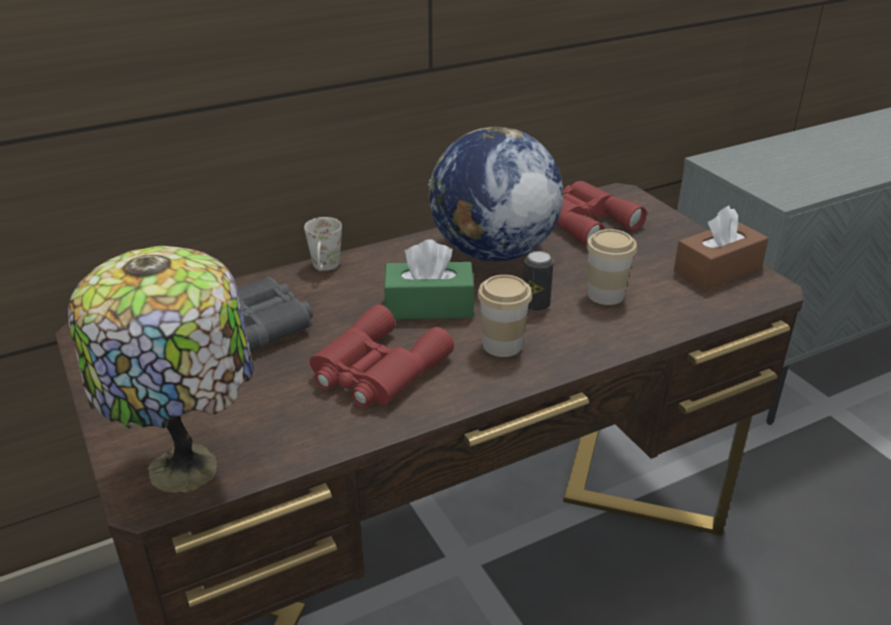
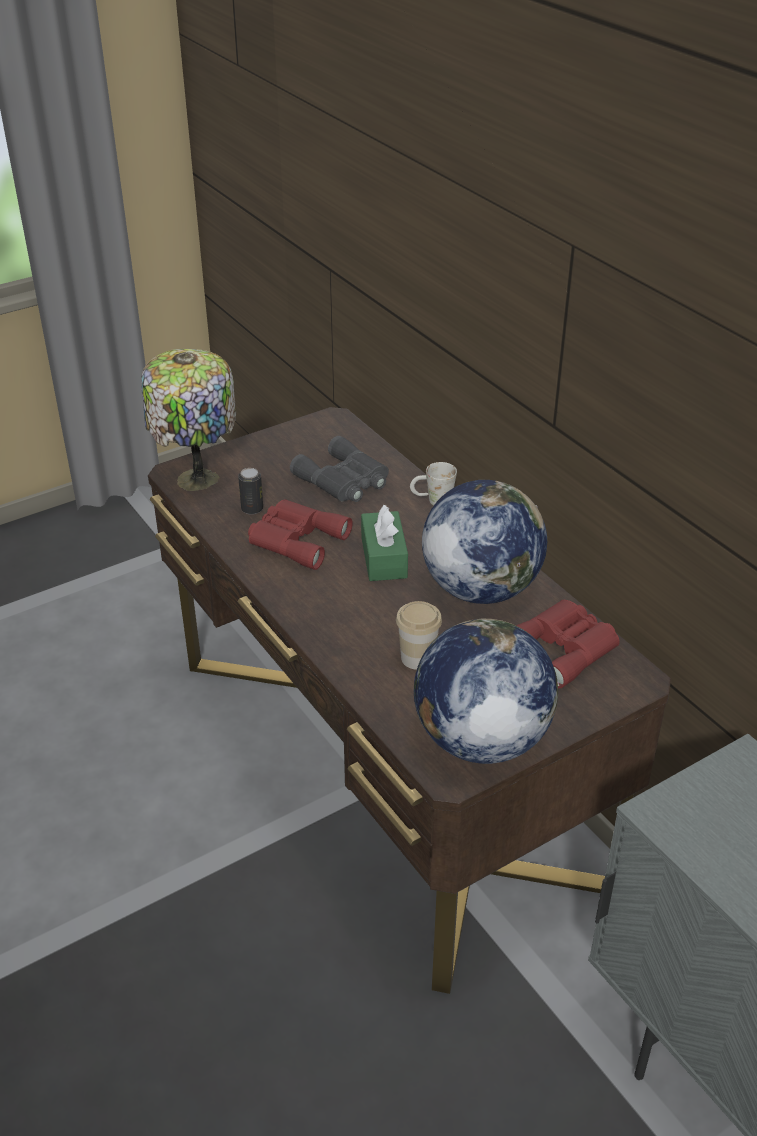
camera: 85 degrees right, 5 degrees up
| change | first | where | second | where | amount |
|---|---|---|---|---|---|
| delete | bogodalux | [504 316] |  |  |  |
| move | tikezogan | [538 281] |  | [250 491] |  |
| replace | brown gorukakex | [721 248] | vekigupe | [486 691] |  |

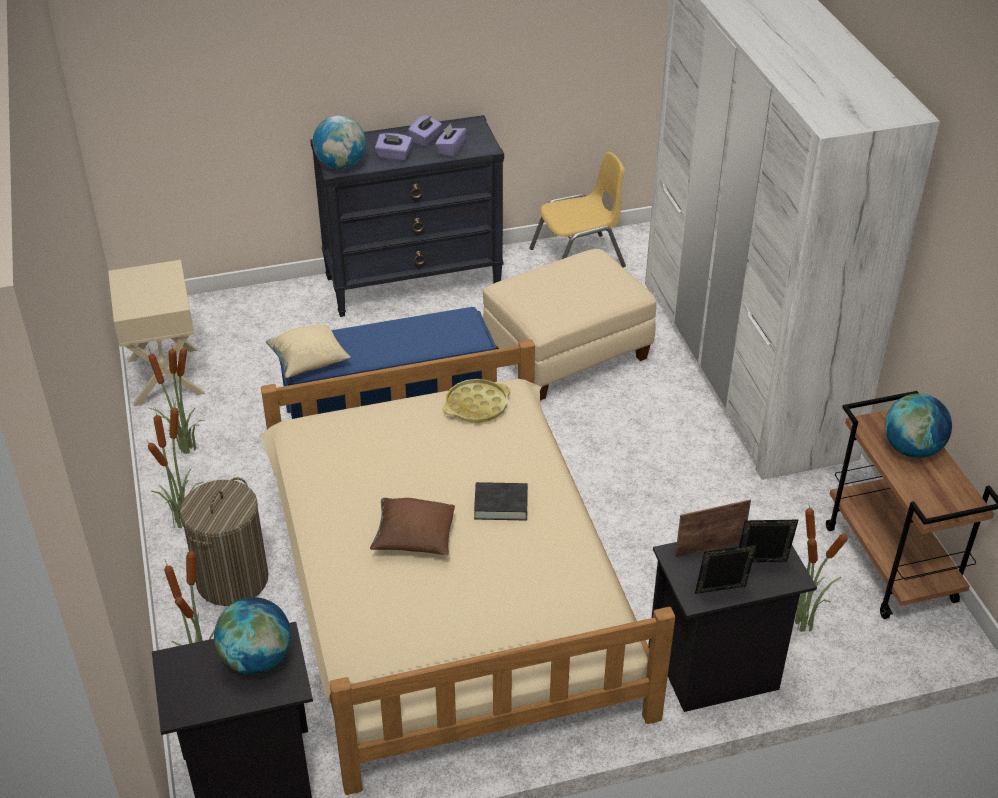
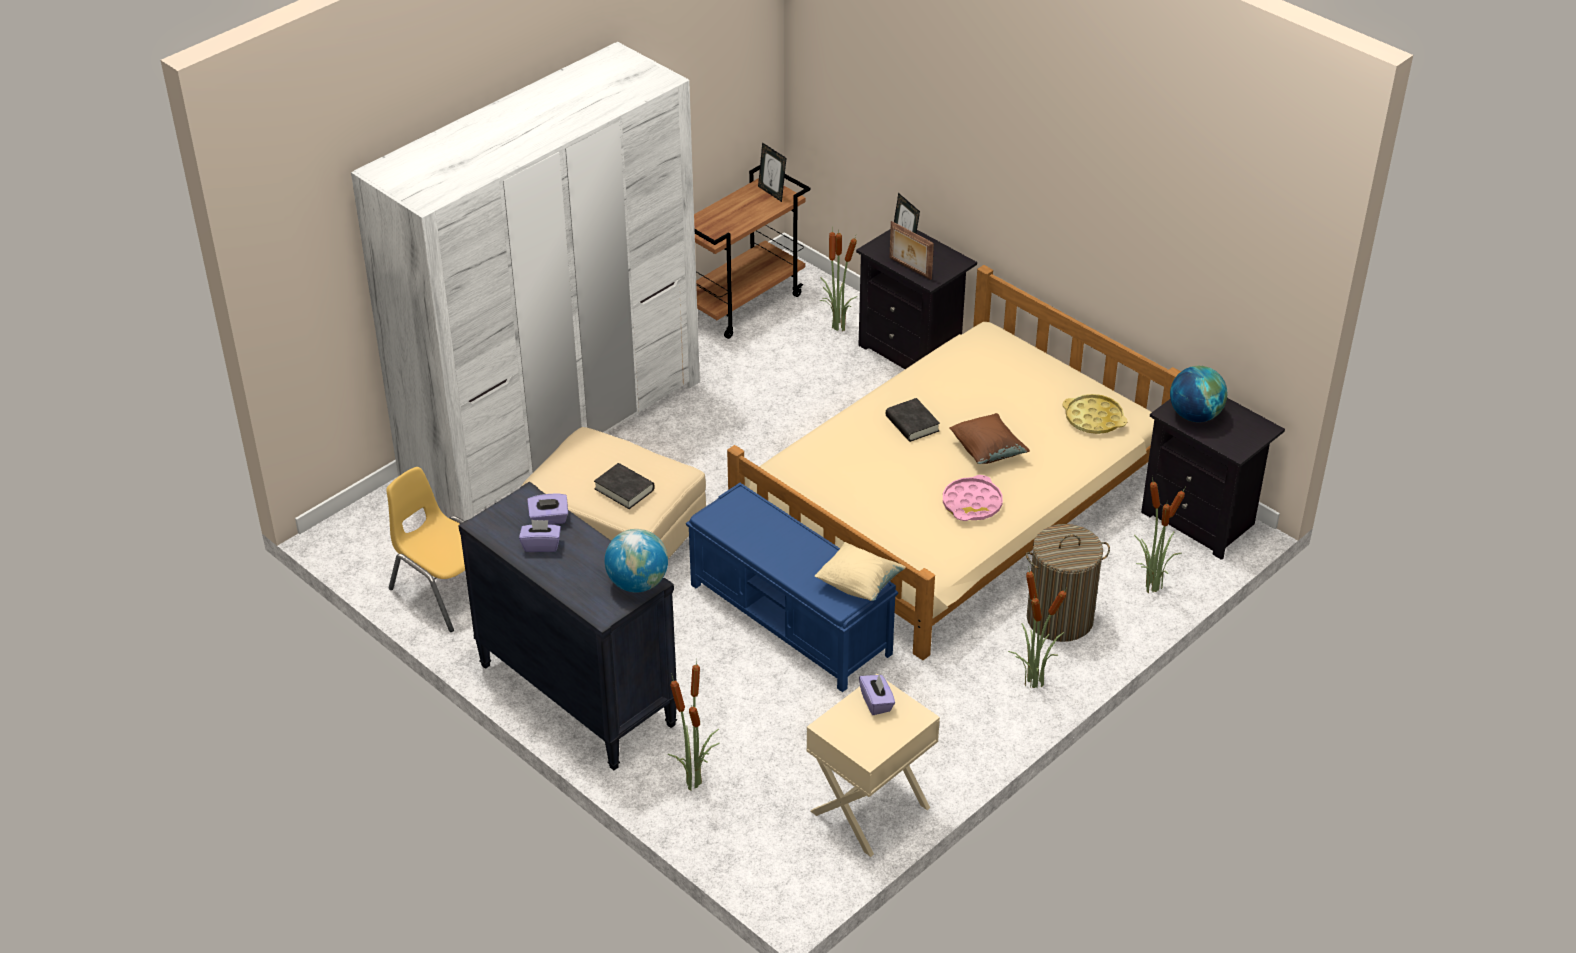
camera: 120 degrees left, 0 degrees up
| change | first | where | second | where | amount |
|---|---|---|---|---|---|
| move | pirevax | [176 398] |  | [694 725] |  |
| move | purple gorukakex | [393 147] |  | [877 694] |  |
| move | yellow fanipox | [476 401] |  | [1094 414] |  |
| move | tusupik | [726 569] |  | [772 172] |  |
| delete | vekigupe | [918 425] |  |  |  |
| insert |  |  | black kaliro | [624 486] |  |
| insert |  |  | pink fanipox | [973 498] |  |

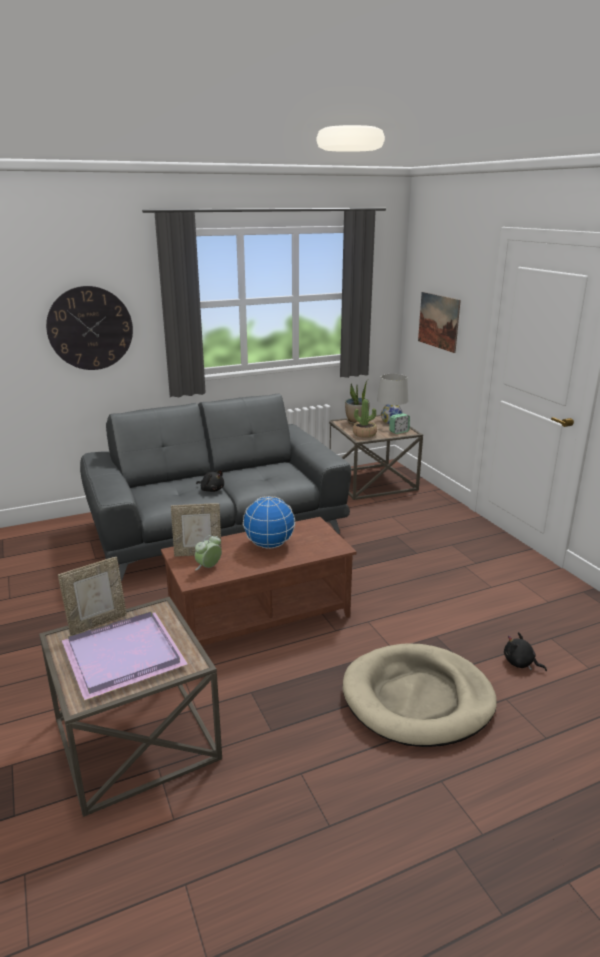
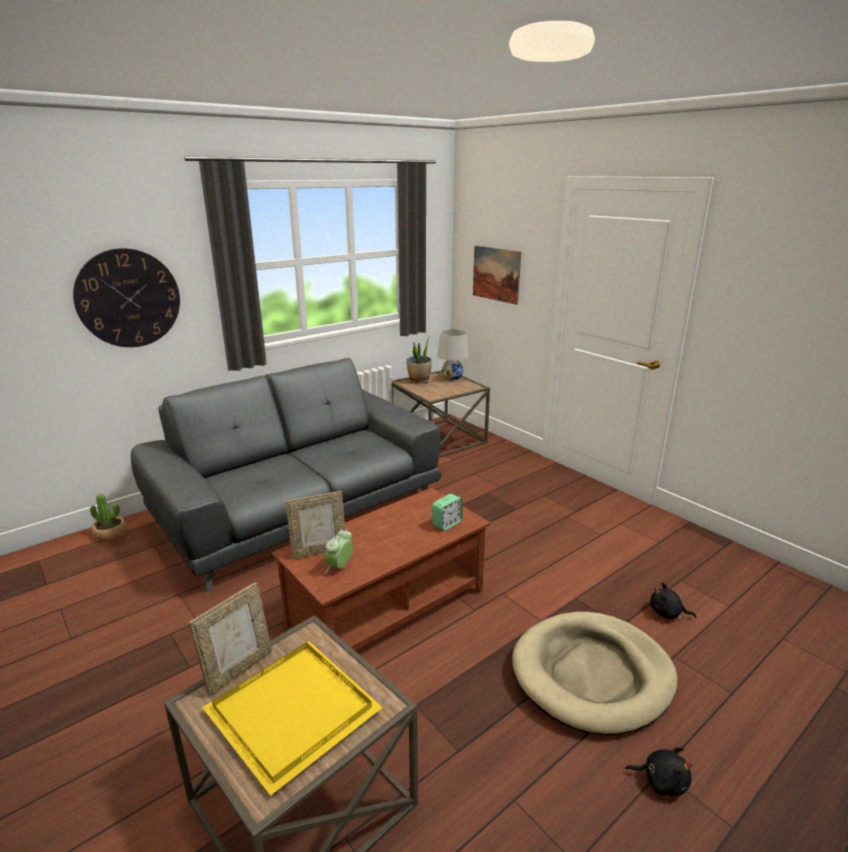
camera: 15 degrees left, 0 degrees up
| change | first | where | second | where | amount |
|---|---|---|---|---|---|
| recolor | purple fanipox | [125 656] | yellow fanipox | [292 718] |  |
| move | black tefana | [210 481] |  | [659 771] |  |
| delete | vekigupe | [269 522] |  |  |  |
| move | pirevax | [365 418] |  | [108 517] |  |
| move | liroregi | [399 423] |  | [447 512] |  |

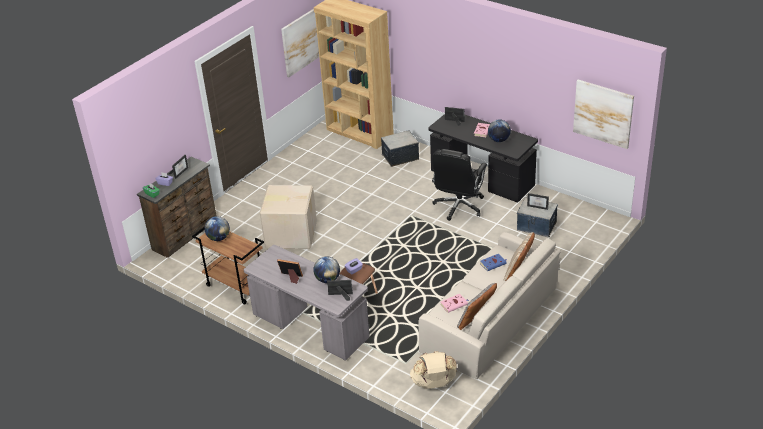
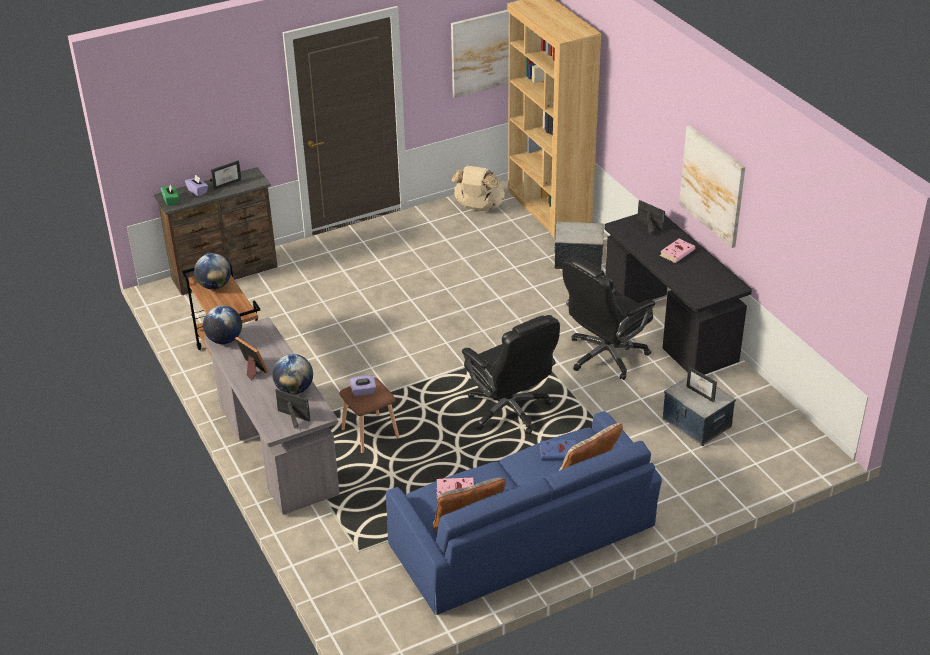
camera: 25 degrees right, 0 degrees up
| change | first | where | second | where | amount |
|---|---|---|---|---|---|
| delete | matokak | [288 217] |  |  |  |
| move | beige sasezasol | [433 370] |  | [478 188] |  |
| recolor | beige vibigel | [490 305] | blue vibigel | [524 513] |  |
| move | vekigupe | [499 130] |  | [222 324] |  |
| move | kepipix | [603 114] |  | [712 187] |  |
| insert |  |  | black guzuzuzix | [511 375] |  |

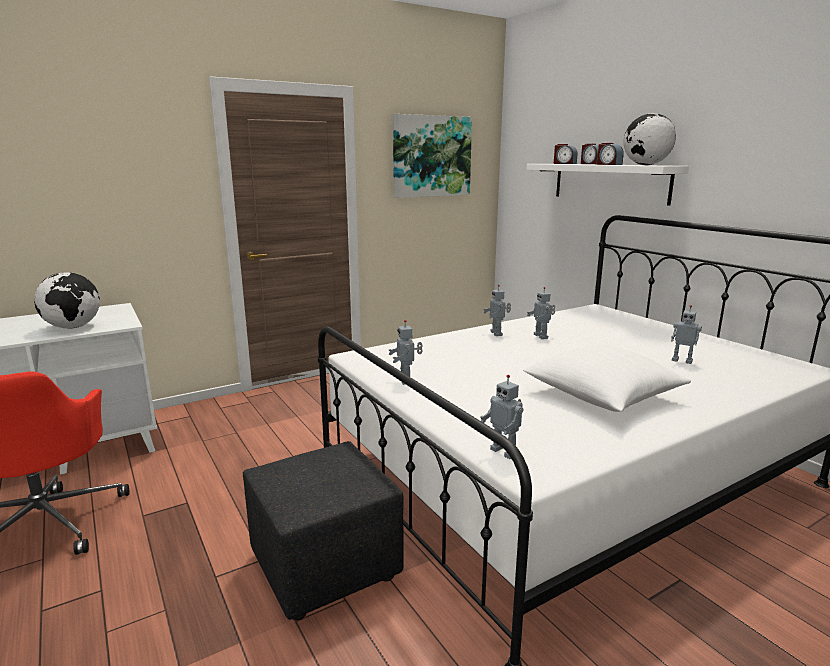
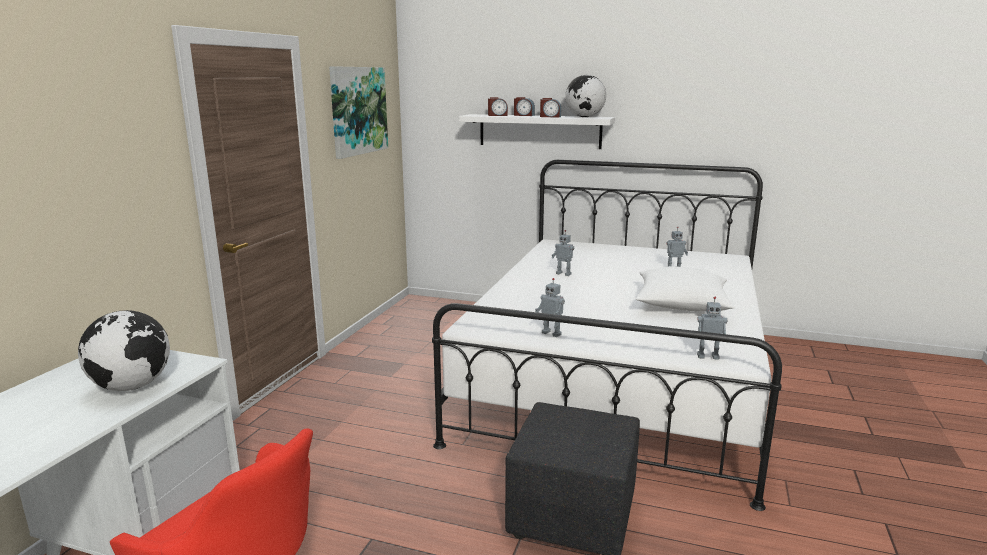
camera: 40 degrees left, 0 degrees up
| change | first | where | second | where | amount |
|---|---|---|---|---|---|
| delete | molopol | [497 310] |  |  |  |

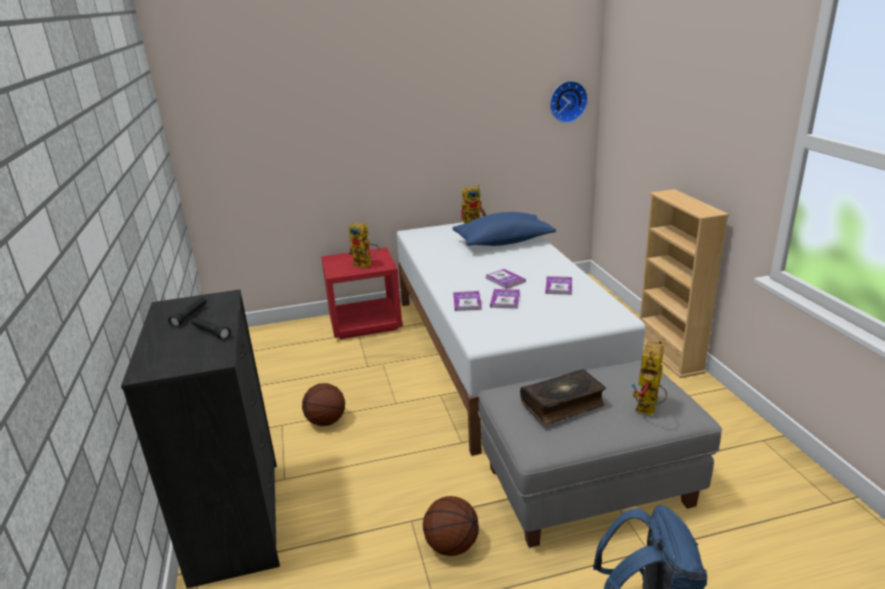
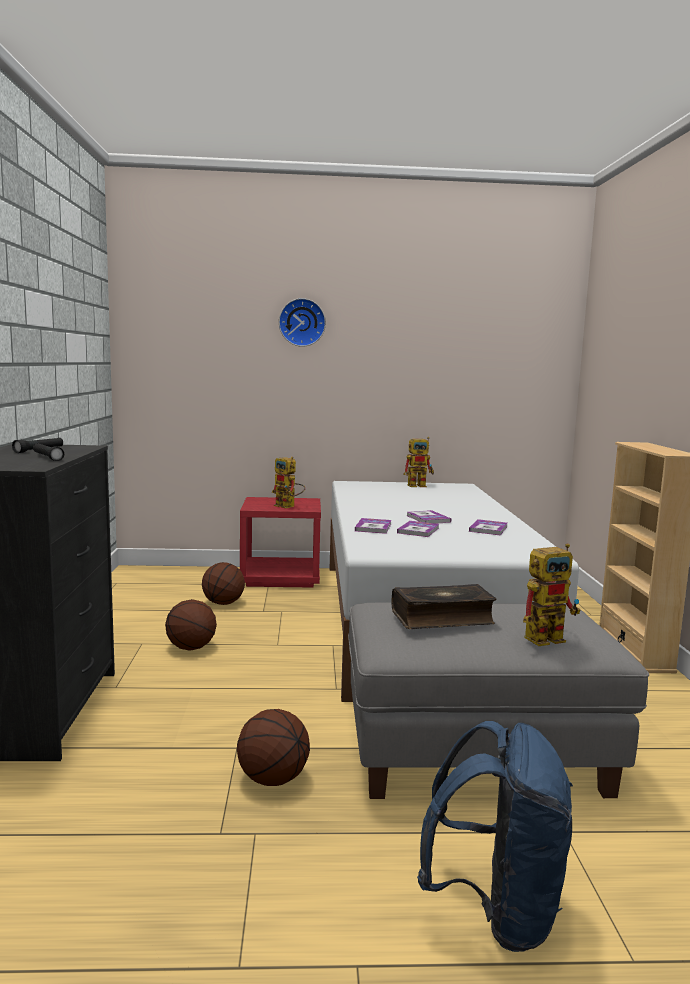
camera: 10 degrees right, 15 degrees down
| change | first | where | second | where | amount |
|---|---|---|---|---|---|
| delete | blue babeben | [504 229] |  |  |  |
| move | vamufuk | [569 102] |  | [302 322] |  |
| rotate | molopol | [649 378] |  | [552 595] | 150 degrees counterclockwise |
| insert |  |  | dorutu | [223 583] |  |

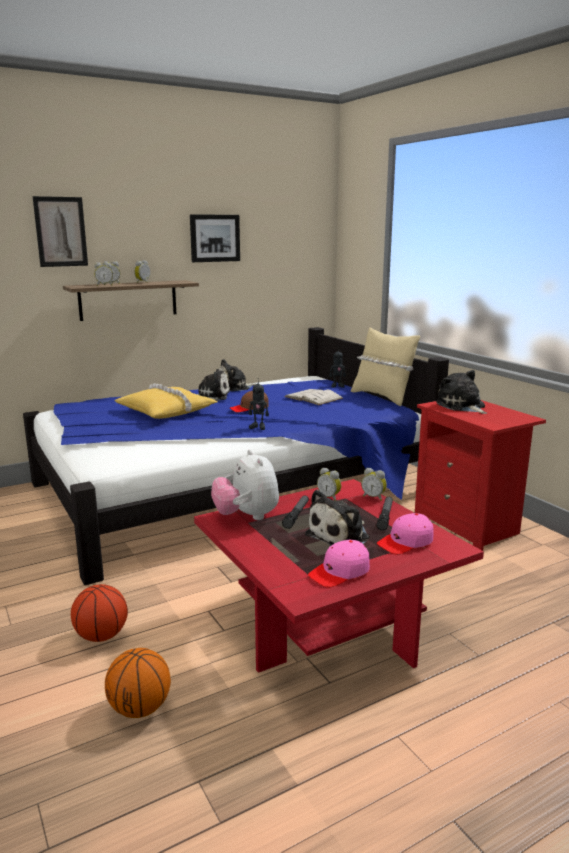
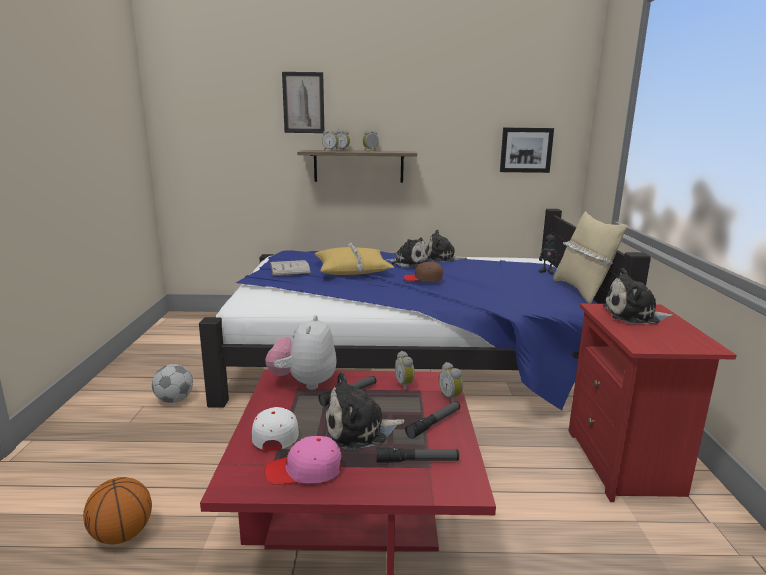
camera: 30 degrees right, 0 degrees up
| change | first | where | second | where | amount |
|---|---|---|---|---|---|
| delete | dorutu | [99 613] |  |  |  |
| move | kepipix | [215 238] |  | [527 150] |  |
| delete | molopol | [259 406] |  |  |  |
| move | white kaliro | [313 397] |  | [290 268] |  |
| replace | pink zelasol | [405 534] | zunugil | [417 455] |  |
| rotate | tefana | [461 392] |  | [638 296] | 90 degrees counterclockwise |
| insert |  |  | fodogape | [172 383] |  |
| insert |  |  | white zelasol | [275 428] |  |

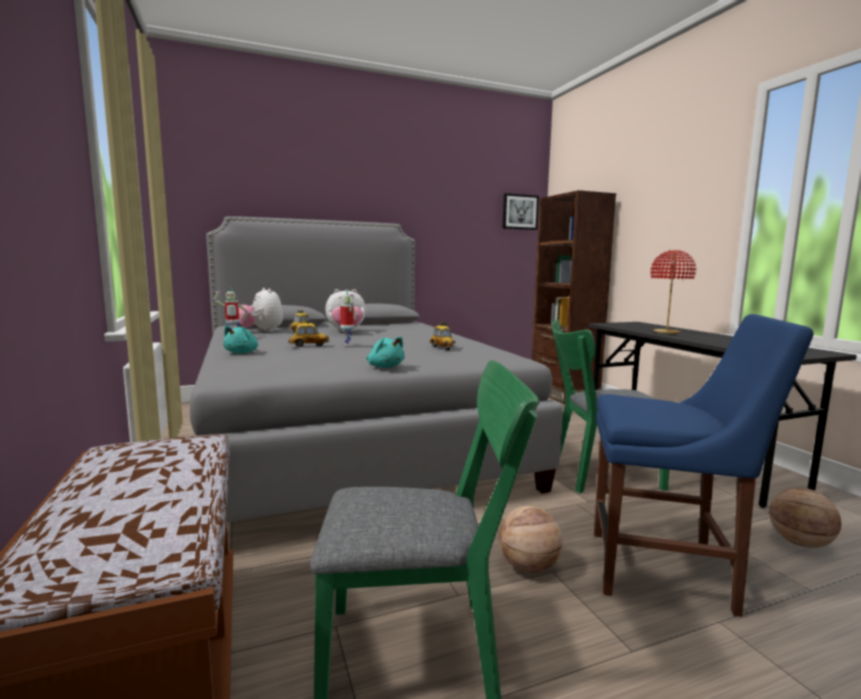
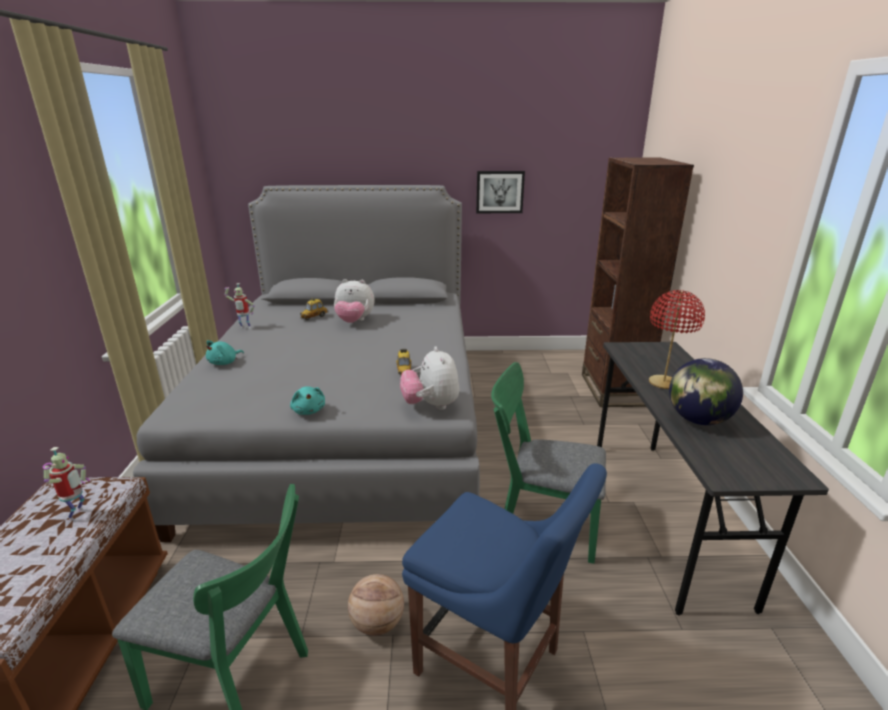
camera: 20 degrees right, 15 degrees up
| change | first | where | second | where | amount |
|---|---|---|---|---|---|
| move | tefana | [261 310] |  | [429 378] |  |
| delete | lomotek | [308 333] |  |  |  |
| move | molopol | [347 318] |  | [66 484] |  |
| move | kepipix | [520 211] |  | [500 192] |  |
| delete | dorutu | [806 518] |  |  |  |
| insert |  |  | vekigupe | [706 391] |  |

